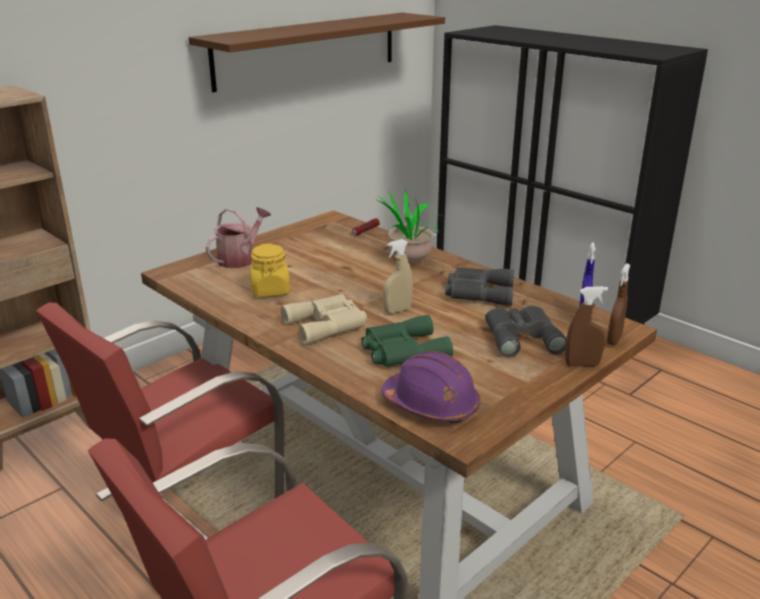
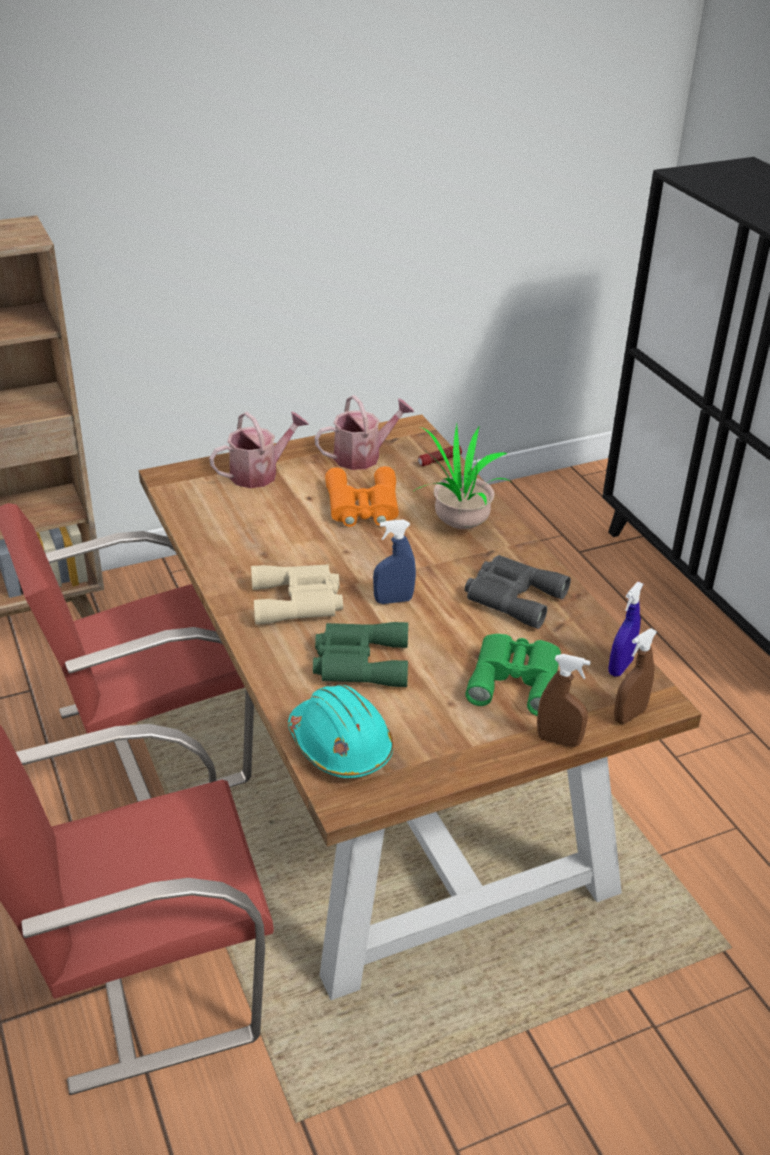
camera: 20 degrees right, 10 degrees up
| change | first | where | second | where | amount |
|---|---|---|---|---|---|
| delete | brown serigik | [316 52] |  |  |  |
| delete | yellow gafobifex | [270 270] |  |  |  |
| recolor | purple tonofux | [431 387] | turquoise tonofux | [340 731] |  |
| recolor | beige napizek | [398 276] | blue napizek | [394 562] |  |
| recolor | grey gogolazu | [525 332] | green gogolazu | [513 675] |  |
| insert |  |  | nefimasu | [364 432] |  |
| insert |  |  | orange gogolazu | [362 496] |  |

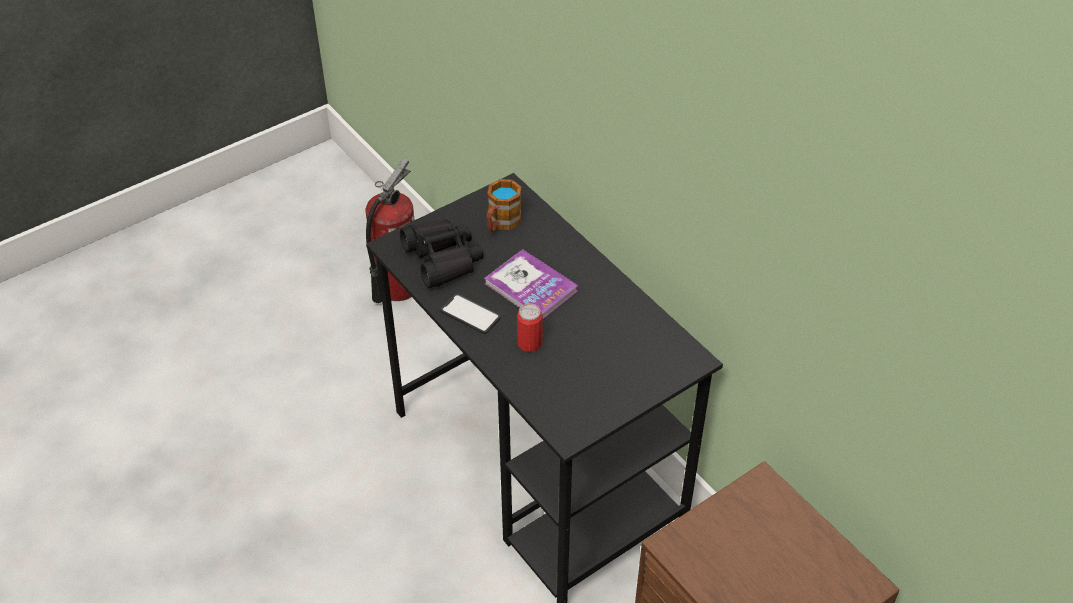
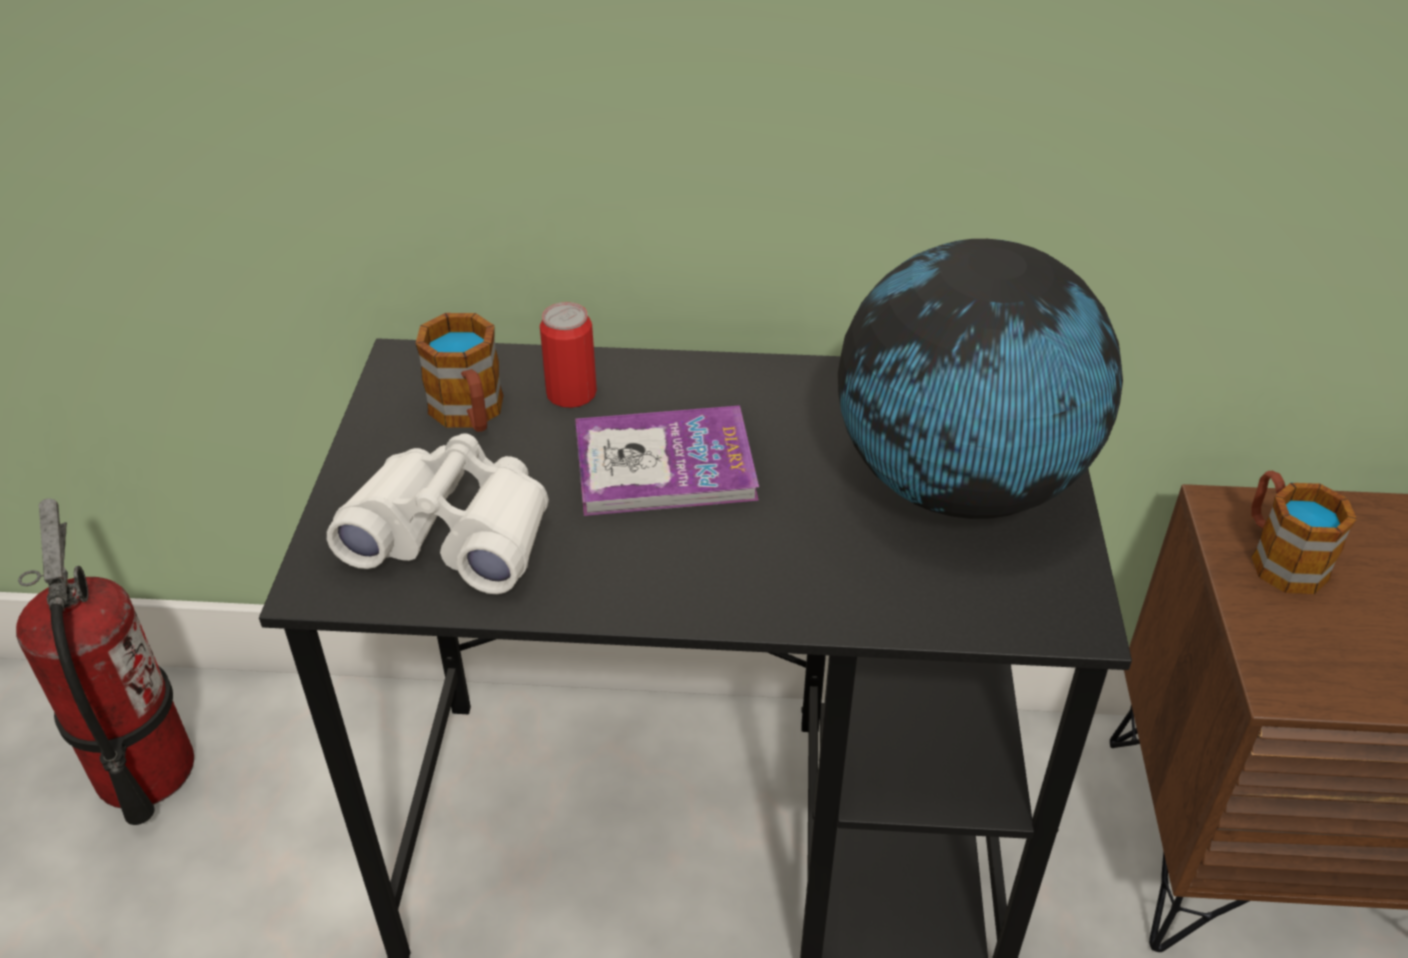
camera: 50 degrees left, 5 degrees down
| change | first | where | second | where | amount |
|---|---|---|---|---|---|
| recolor | black gogolazu | [441 253] | white gogolazu | [438 513] |  |
| delete | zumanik | [470 314] |  |  |  |
| move | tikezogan | [529 328] |  | [568 355] |  |
| insert |  |  | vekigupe | [980 379] |  |
| insert |  |  | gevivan | [1304 532] |  |

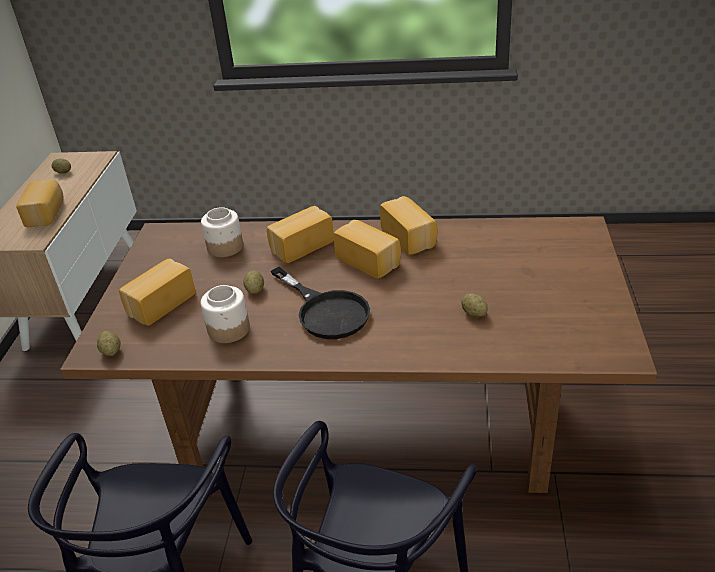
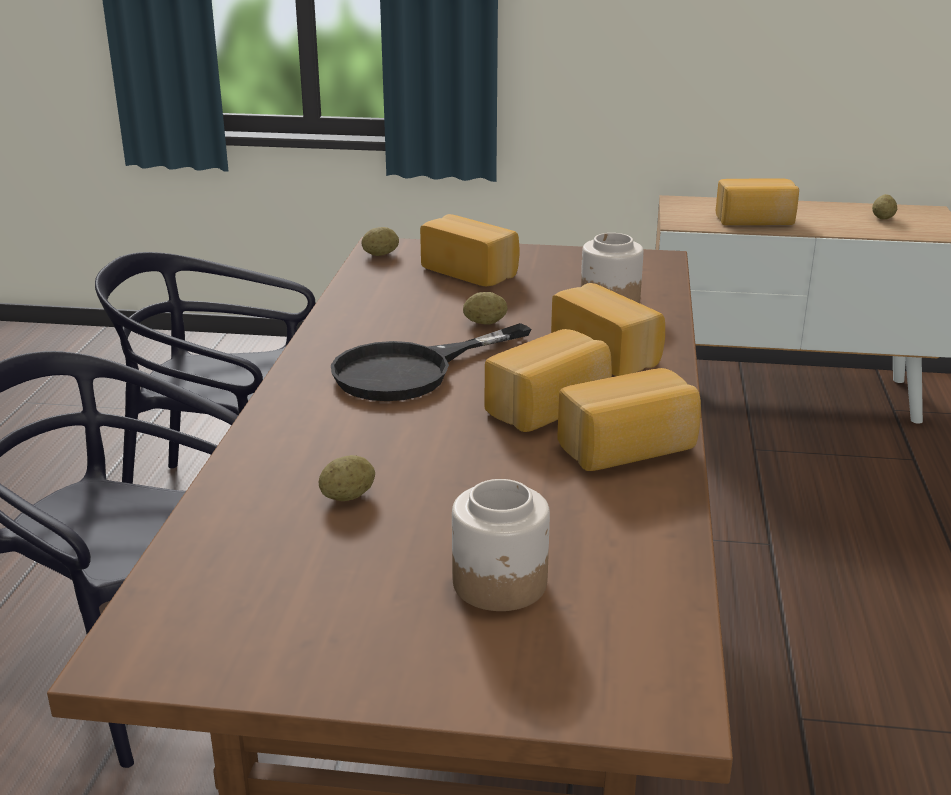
camera: 90 degrees right, 10 degrees down
| change | first | where | second | where | amount |
|---|---|---|---|---|---|
| move | gafobifex | [225 314] |  | [501 545] |  |

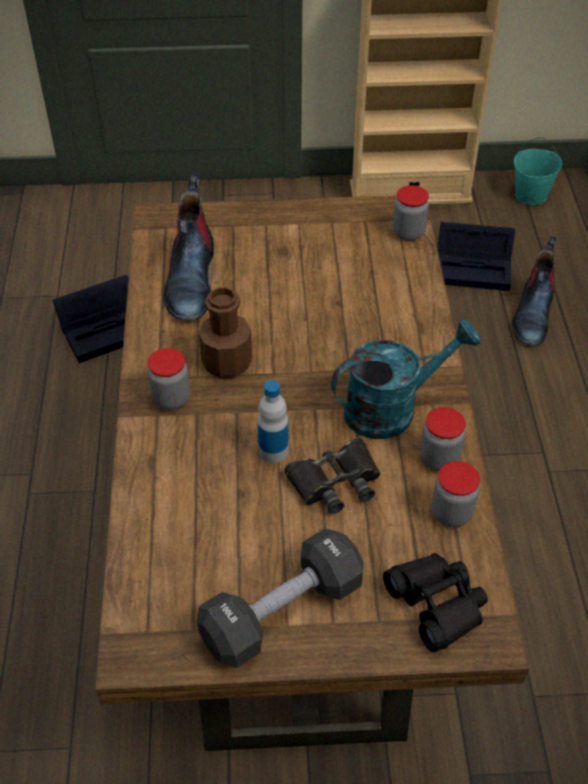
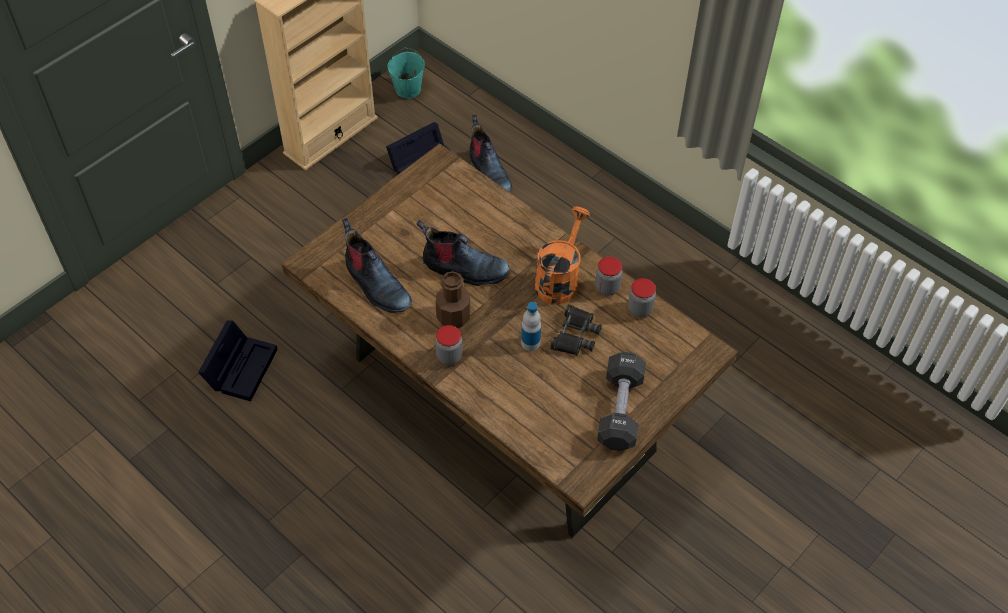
camera: 45 degrees left, 5 degrees up
| change | first | where | second | where | amount |
|---|---|---|---|---|---|
| recolor | turquoise nefimasu | [406 379] | orange nefimasu | [562 255] |  |
| delete | black gogolazu | [435 602] |  |  |  |
| delete | gafobifex | [411 213] |  |  |  |
| insert |  |  | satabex | [463 252] |  |

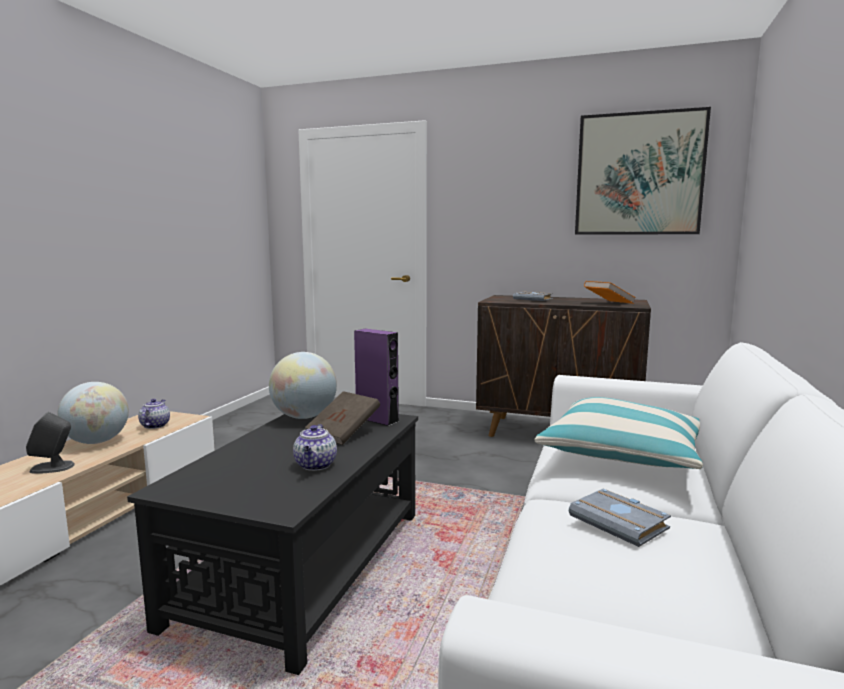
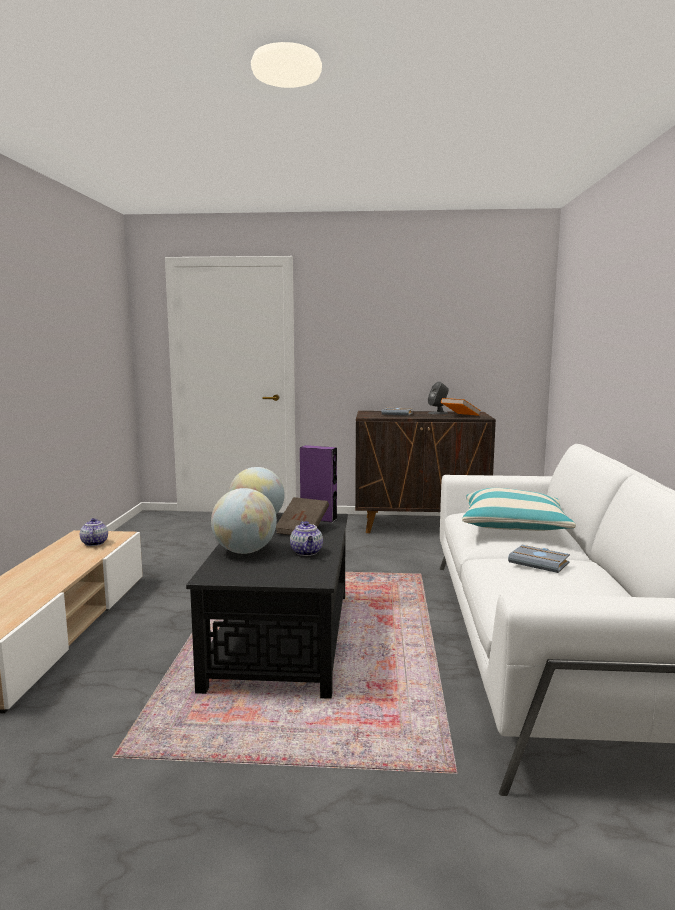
camera: 15 degrees left, 0 degrees up
| change | first | where | second | where | amount |
|---|---|---|---|---|---|
| move | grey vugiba | [50 443] |  | [438 397] |  |
| move | vekigupe | [93 413] |  | [244 521] |  |
| delete | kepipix | [643 171] |  |  |  |

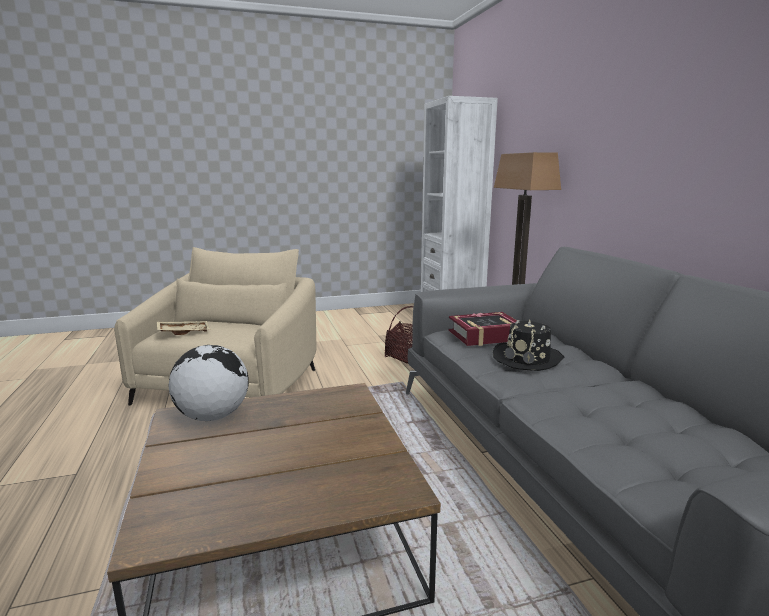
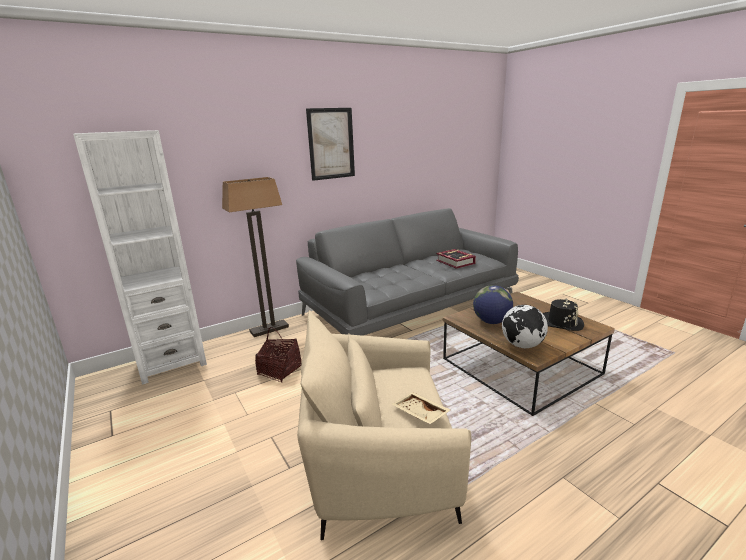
camera: 105 degrees left, 5 degrees up
| change | first | where | second | where | amount |
|---|---|---|---|---|---|
| move | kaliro | [482 329] |  | [456 259] |  |
| move | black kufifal | [528 345] |  | [563 314] |  |
| insert |  |  | kepipix | [330 144] |  |
| insert |  |  | vekigupe | [493 304] |  |

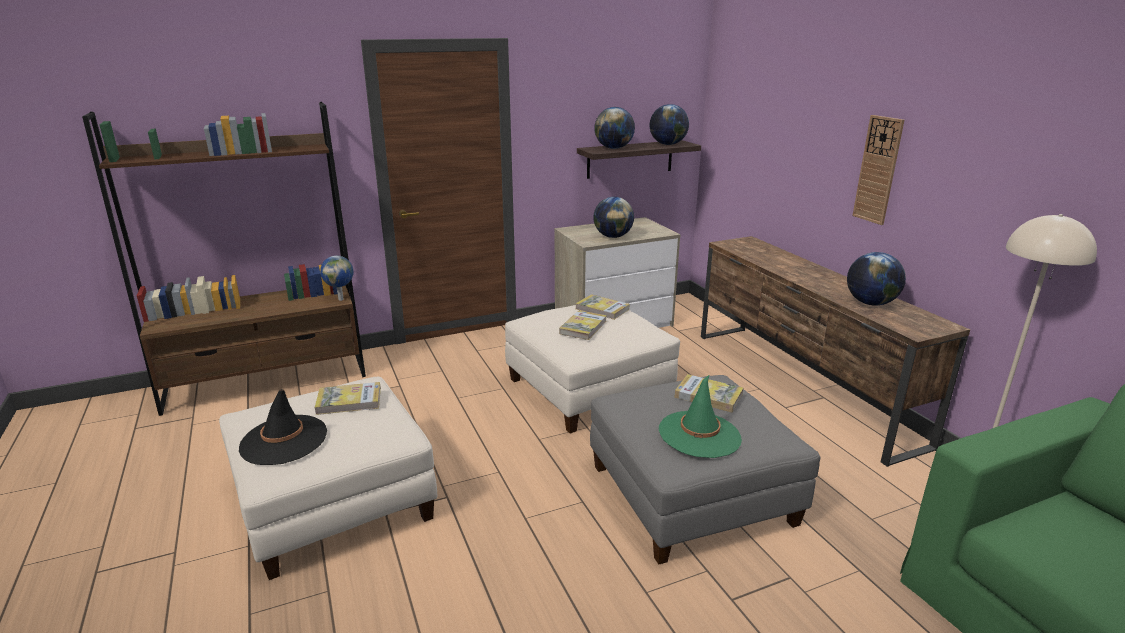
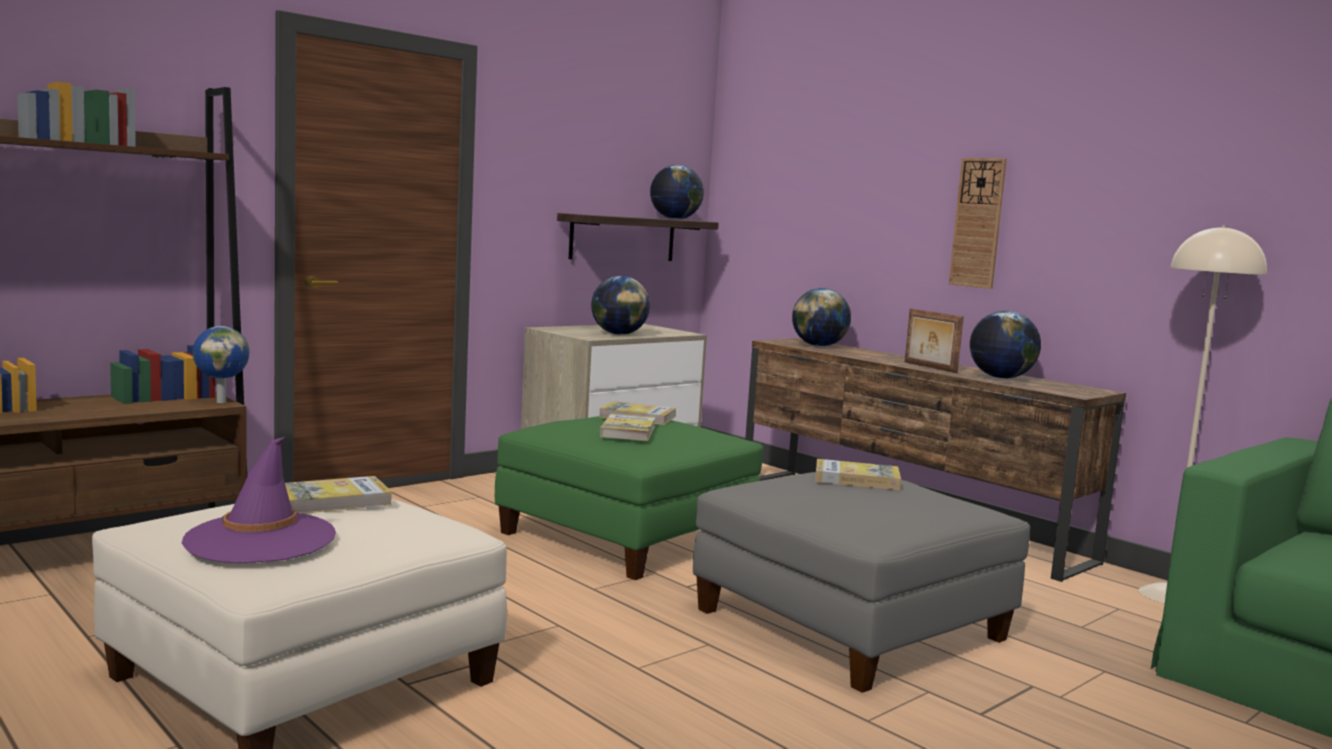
camera: 20 degrees left, 15 degrees down
| change | first | where | second | where | amount |
|---|---|---|---|---|---|
| recolor | black kufifal | [283 427] | purple kufifal | [259 500] |  |
| recolor | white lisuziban | [592 369] | green lisuziban | [629 498] |  |
| move | vekigupe | [614 128] |  | [821 317] |  |
| delete | green kufifal | [700 416] |  |  |  |
| insert |  |  | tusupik | [934 340] |  |

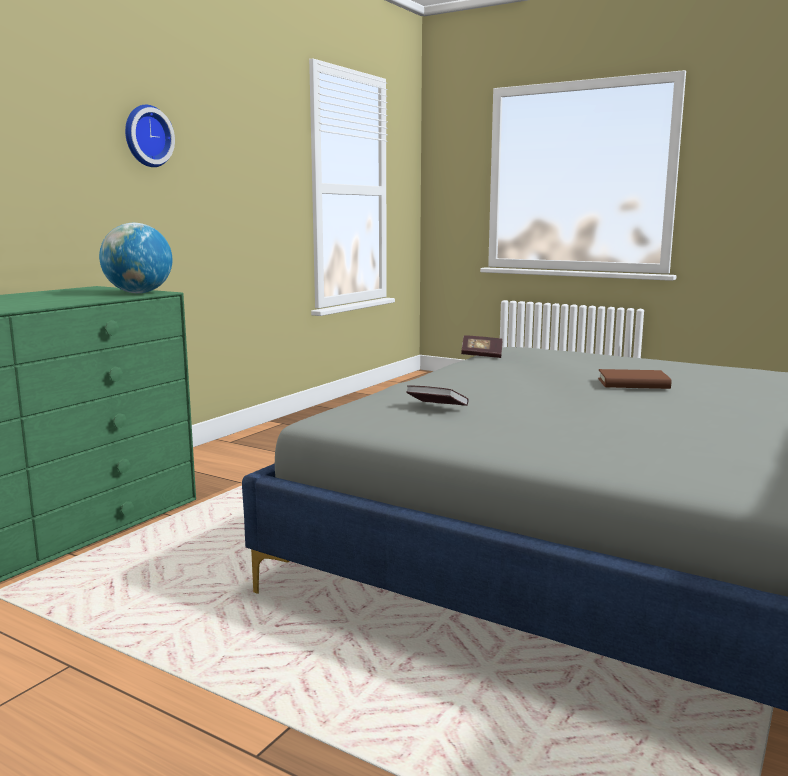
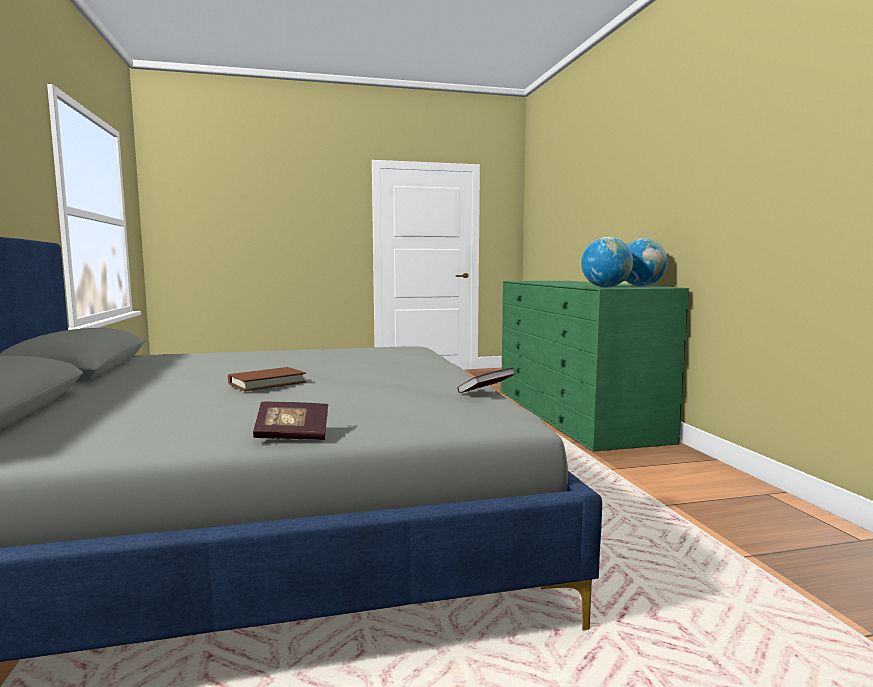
camera: 135 degrees right, 5 degrees down
| change | first | where | second | where | amount |
|---|---|---|---|---|---|
| delete | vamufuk | [150 136] |  |  |  |
| move | kaliro | [437 395] |  | [290 421] |  |
| insert |  |  | vekigupe | [646 262] |  |

